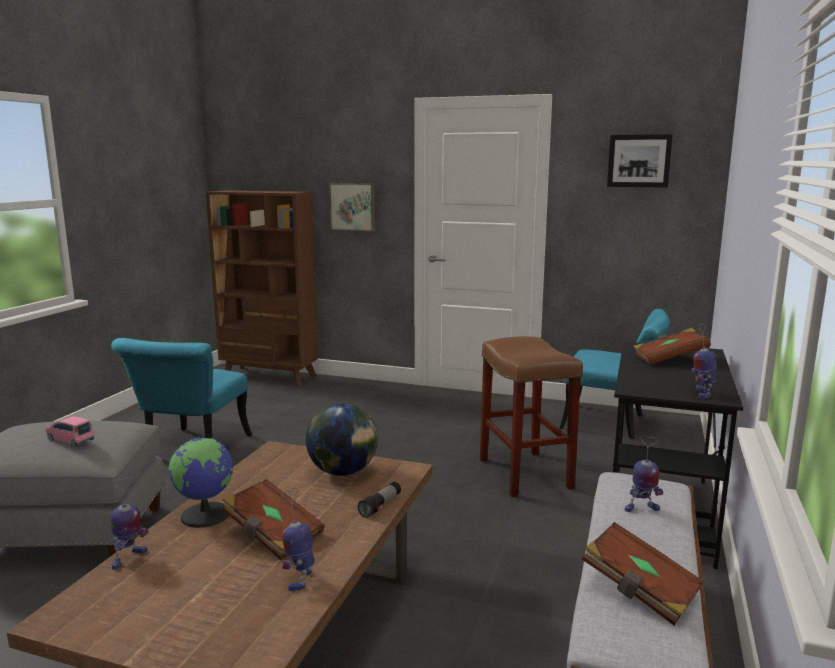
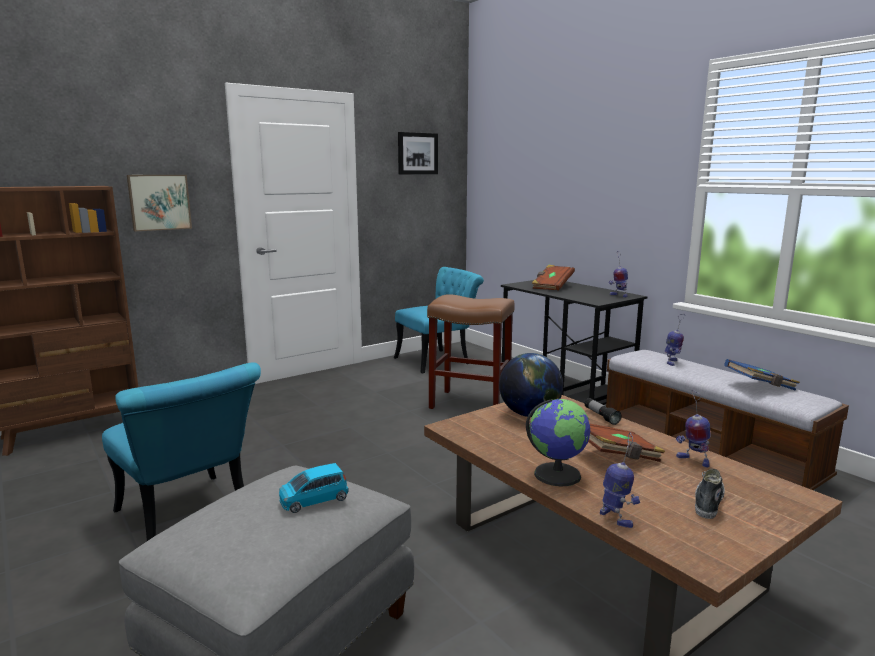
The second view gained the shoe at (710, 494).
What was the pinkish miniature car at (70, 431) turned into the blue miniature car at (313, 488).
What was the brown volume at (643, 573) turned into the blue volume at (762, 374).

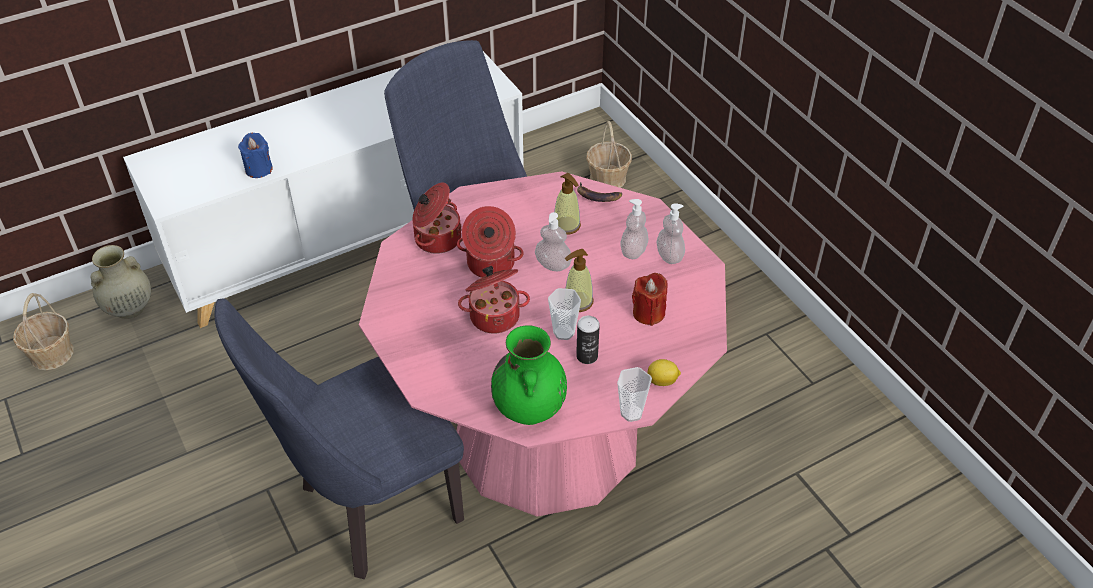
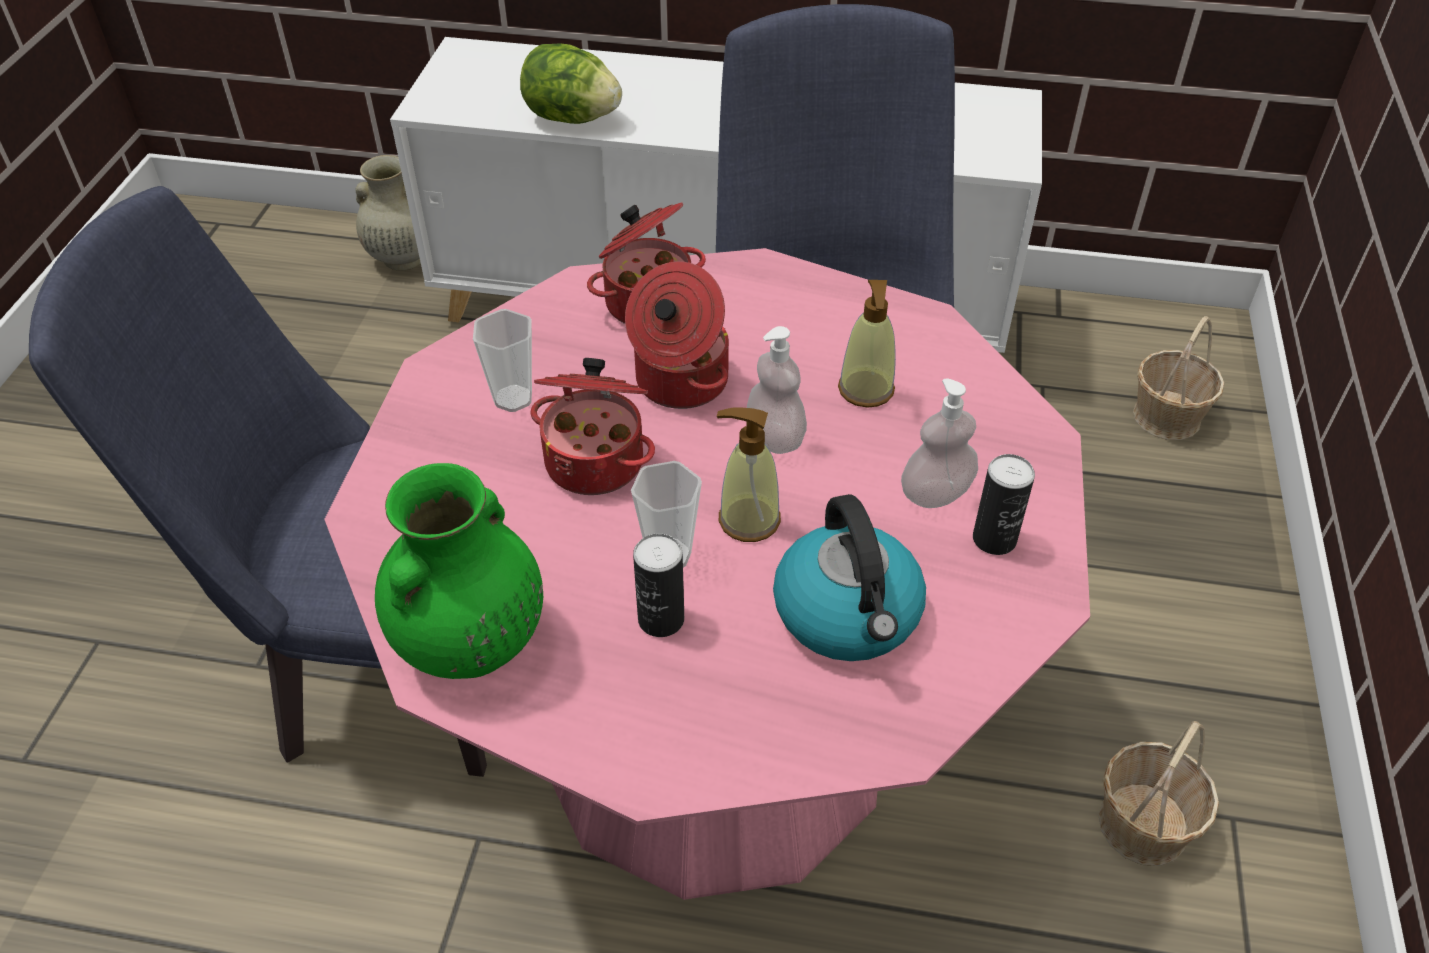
The second view lost the banana fruit at (599, 192).
The second view lost the citrus fruit at (664, 372).
The household basket ended up elsewhere, having gone from (43, 331) to (1158, 793).
The small cup ended up elsewhere, having gone from (634, 394) to (502, 360).
Where the blue candle stood at (255, 155), the head of lettuce came to stand at (571, 83).
Where the red candle stood at (650, 299), the kettle came to stand at (849, 577).
Where the soap dispenser stood at (671, 233), the can came to stand at (1004, 504).

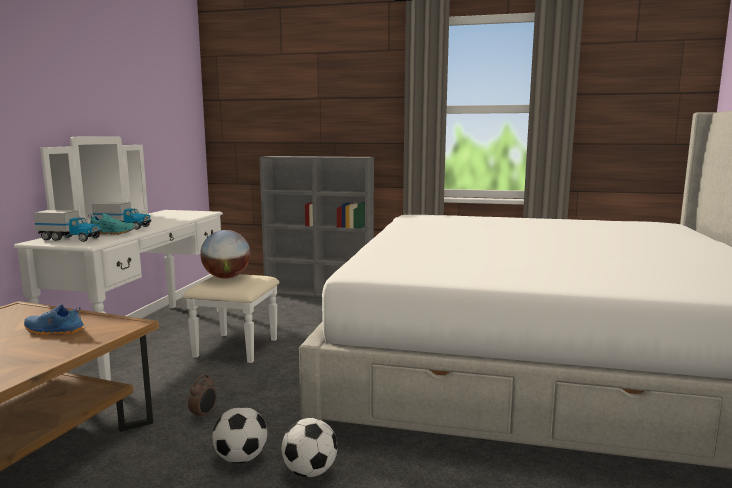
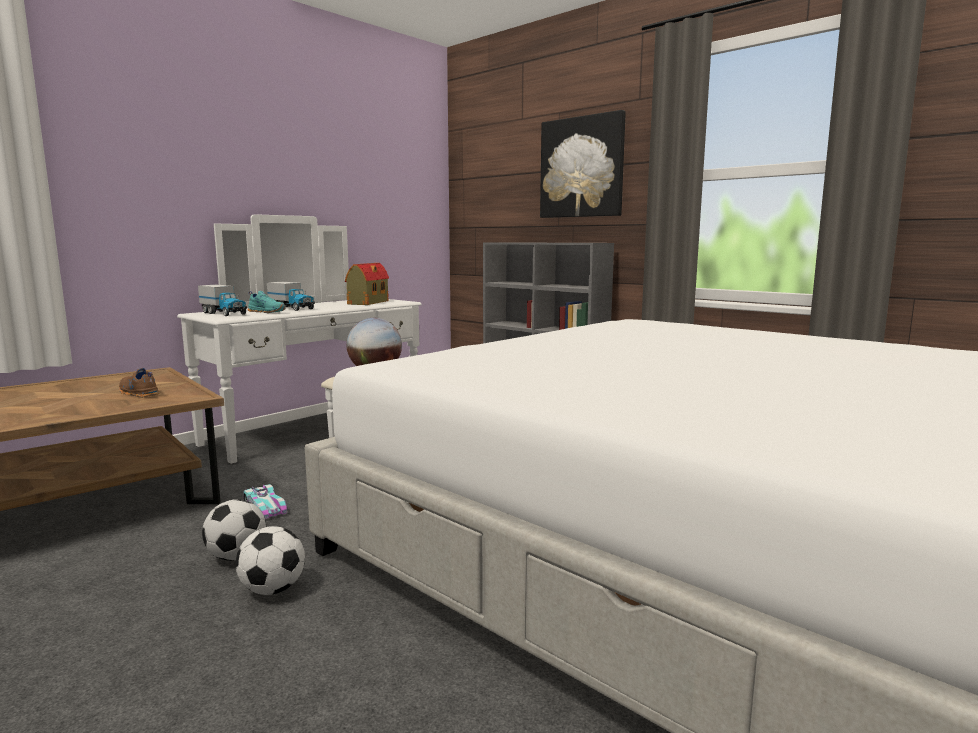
The second view gained the toy house at (367, 284).
The second view gained the picture at (583, 164).
Where the bedside clock stood at (202, 397), the miniature car came to stand at (265, 501).
What was the blue shoe at (54, 319) turned into the brown shoe at (139, 383).

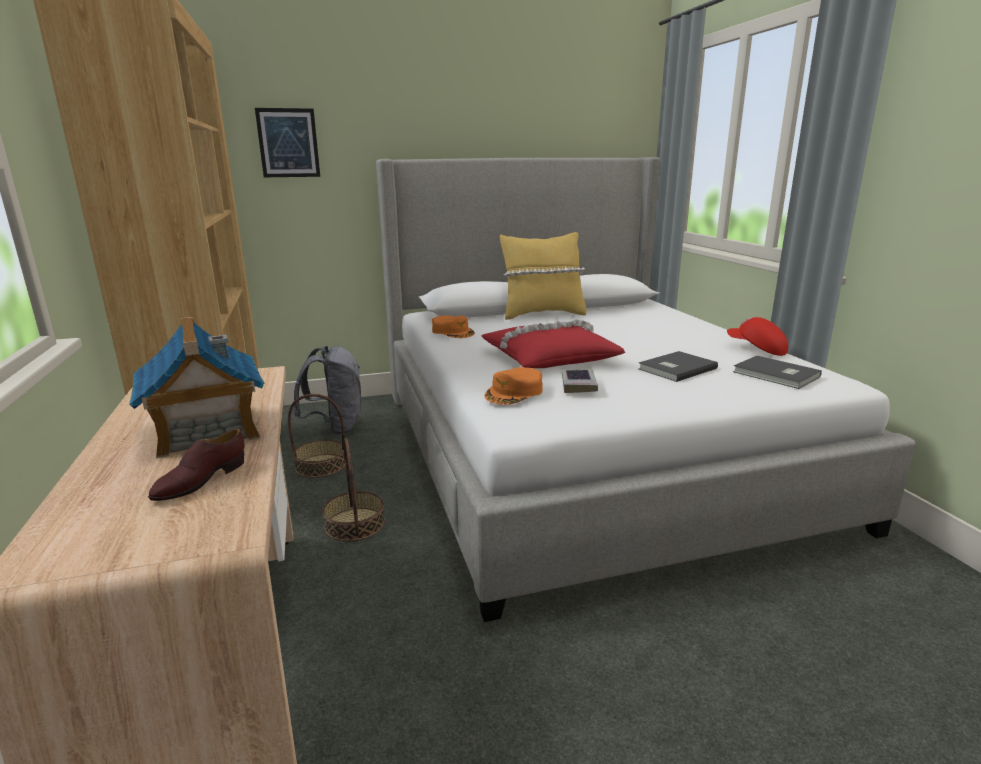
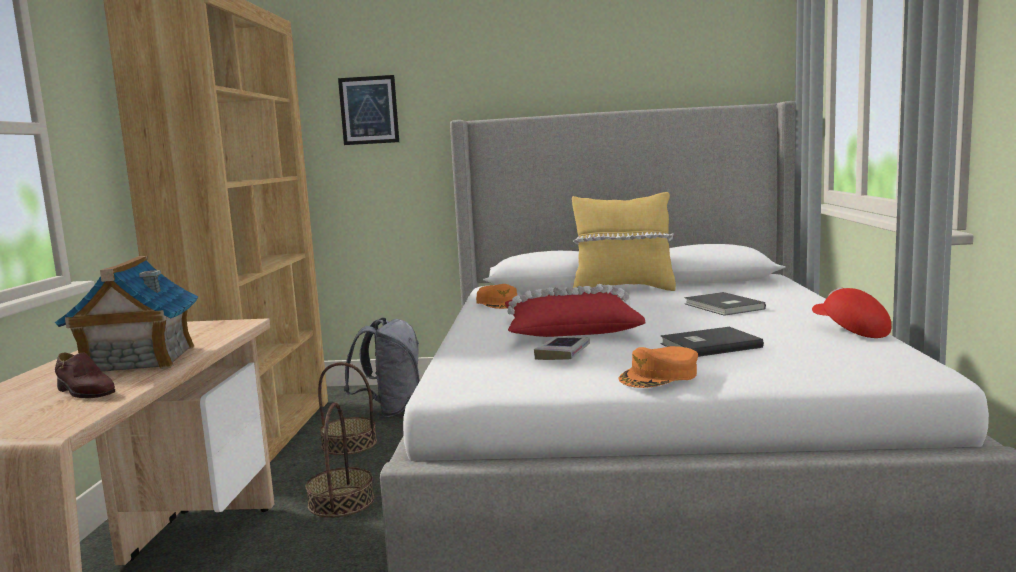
The orangey peaked cap ended up elsewhere, having gone from (513, 386) to (658, 367).
The gray volume ended up elsewhere, having gone from (777, 372) to (725, 304).
The brown shoe at (196, 465) ended up facing another way, 105 degrees counterclockwise from before.

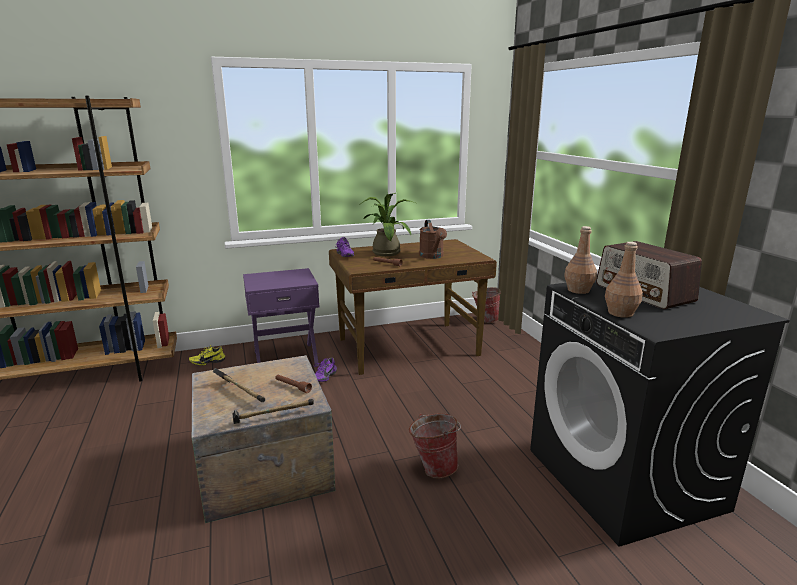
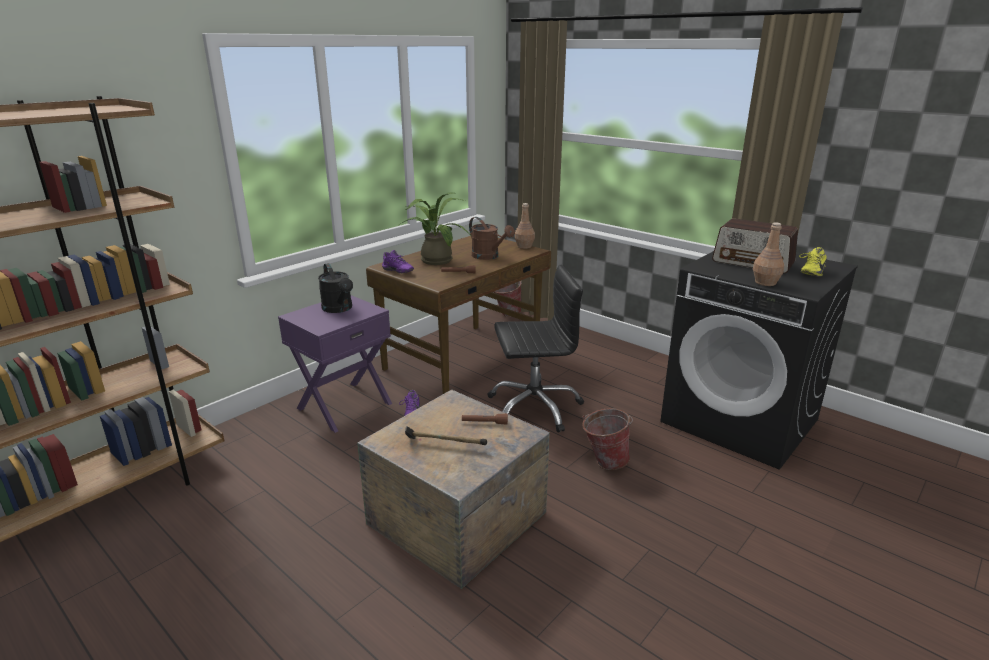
The second view lost the tool hammer at (273, 411).
The second view gained the black-coloured sprinkling can at (335, 288).
The second view gained the black-coloured desk chair at (535, 349).
The yellowish shoe ended up elsewhere, having gone from (207, 355) to (813, 262).
The brown bottle ended up elsewhere, having gone from (580, 260) to (525, 226).

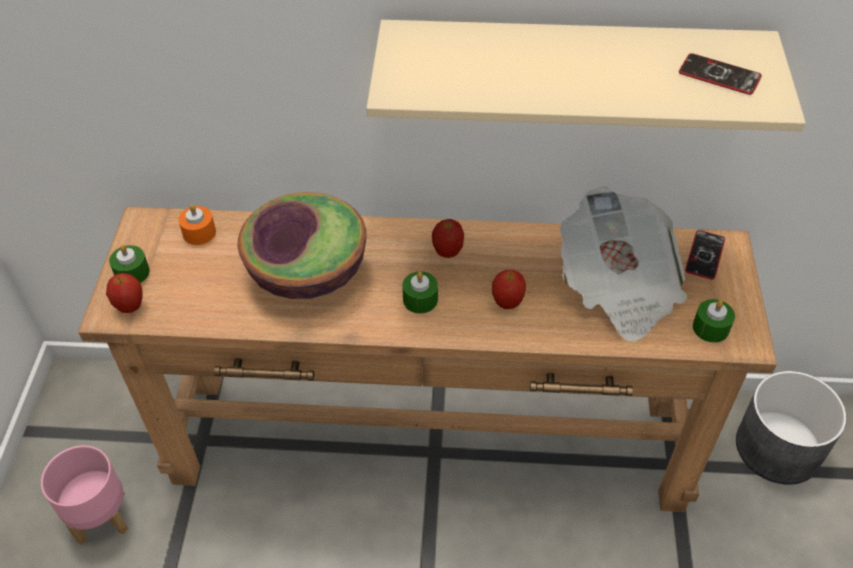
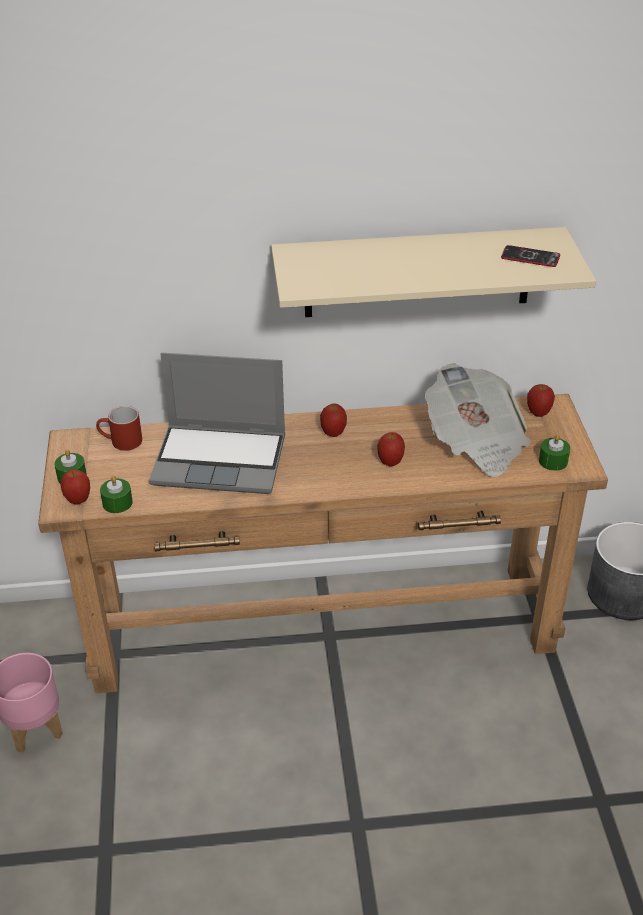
The green candle ended up elsewhere, having gone from (420, 293) to (116, 494).
Where the orangey candle stood at (197, 225), the red tea mug came to stand at (119, 428).
Where the deep dish stood at (302, 245), the laptop came to stand at (217, 423).
Where the phone stood at (705, 255), the whole apple came to stand at (541, 400).

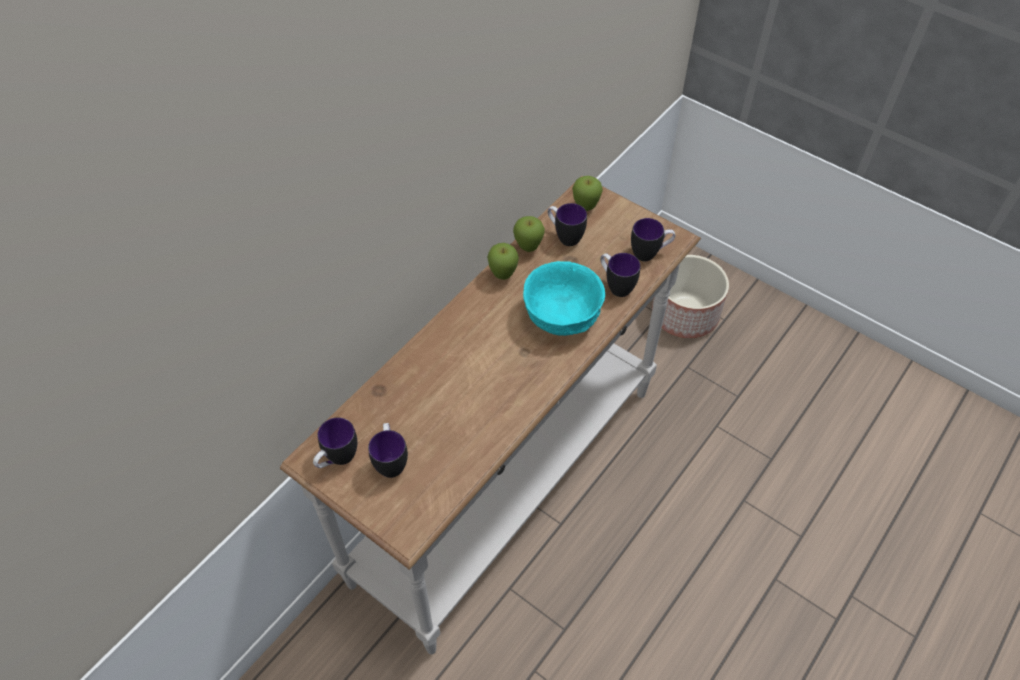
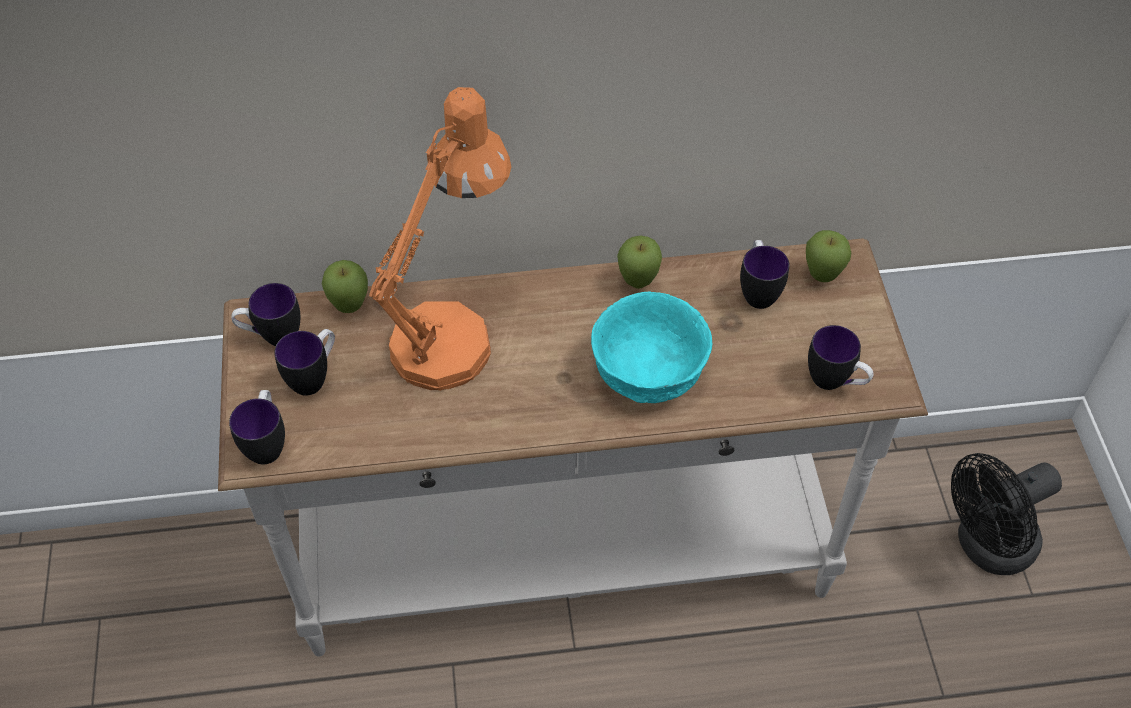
The second view gained the orangey lamp for a table at (440, 239).
The whole apple ended up elsewhere, having gone from (529, 234) to (345, 286).
The tea mug ended up elsewhere, having gone from (620, 275) to (257, 427).
Where the flower pot stood at (690, 296), the black-coloured fan came to stand at (1006, 514).

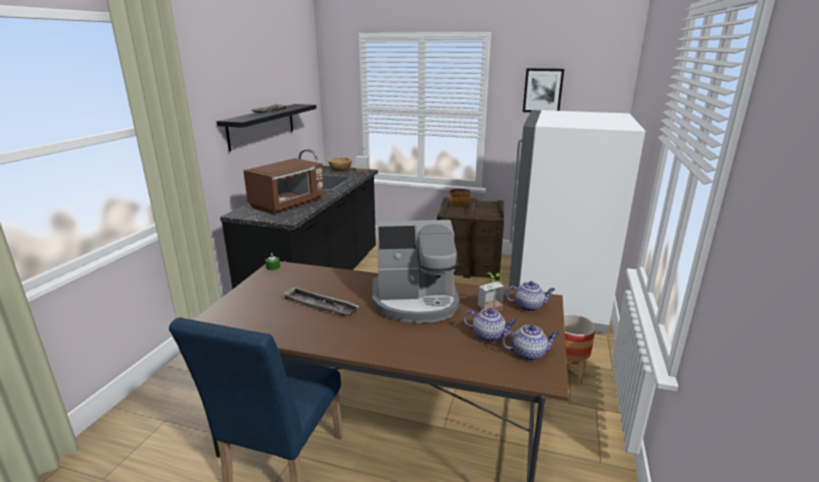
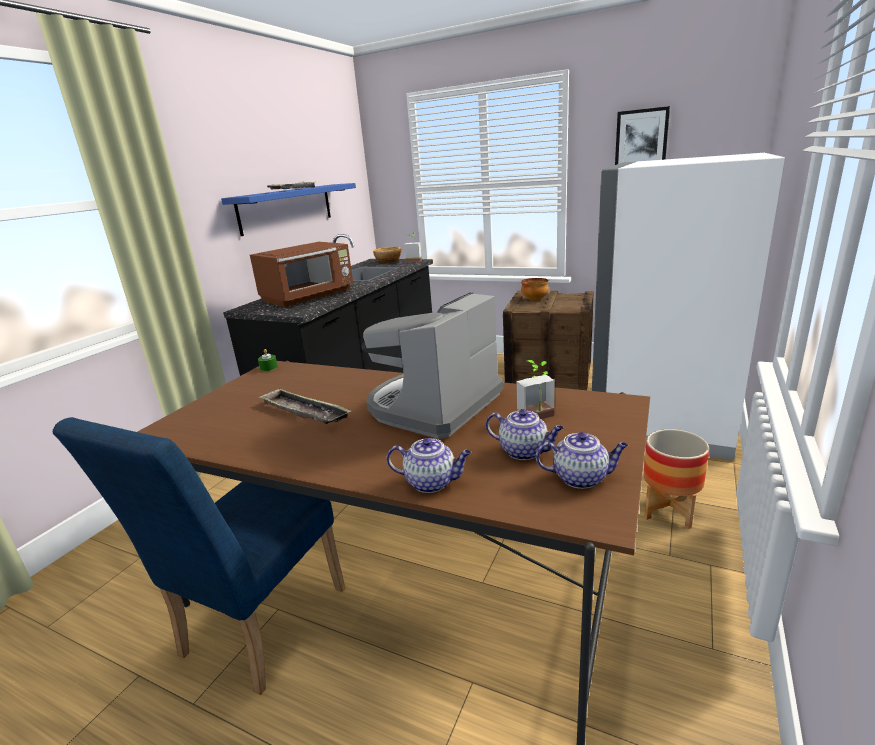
The tea pot ended up elsewhere, having gone from (530, 296) to (429, 465).
What was the black-coloured shelf at (266, 127) turned into the blue shelf at (288, 209).
The coffee maker at (415, 271) ended up facing another way, 120 degrees clockwise from before.

